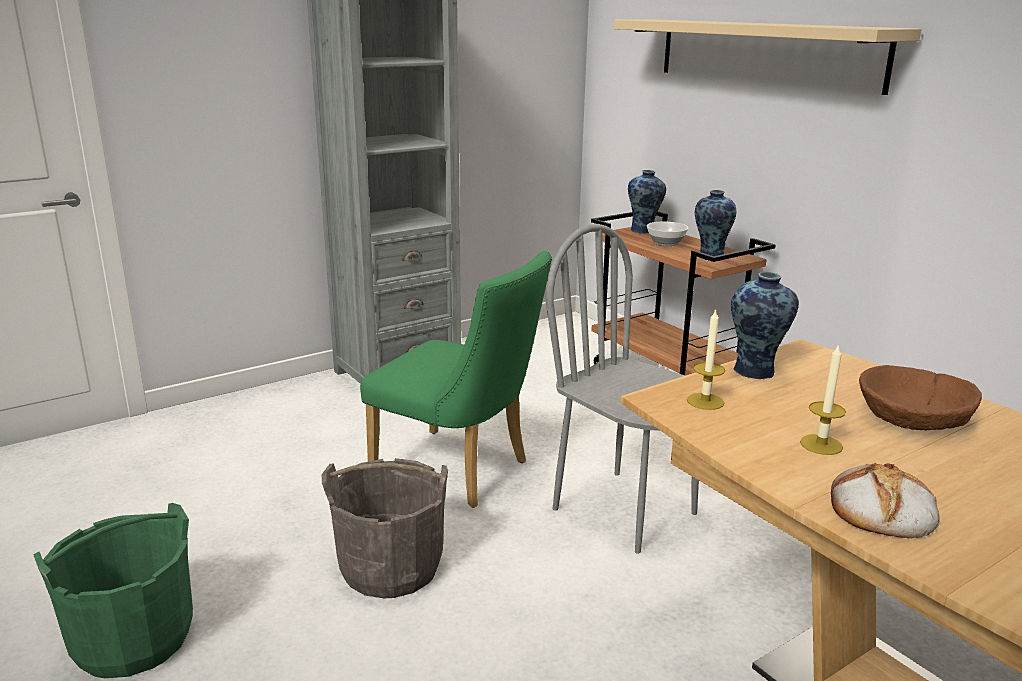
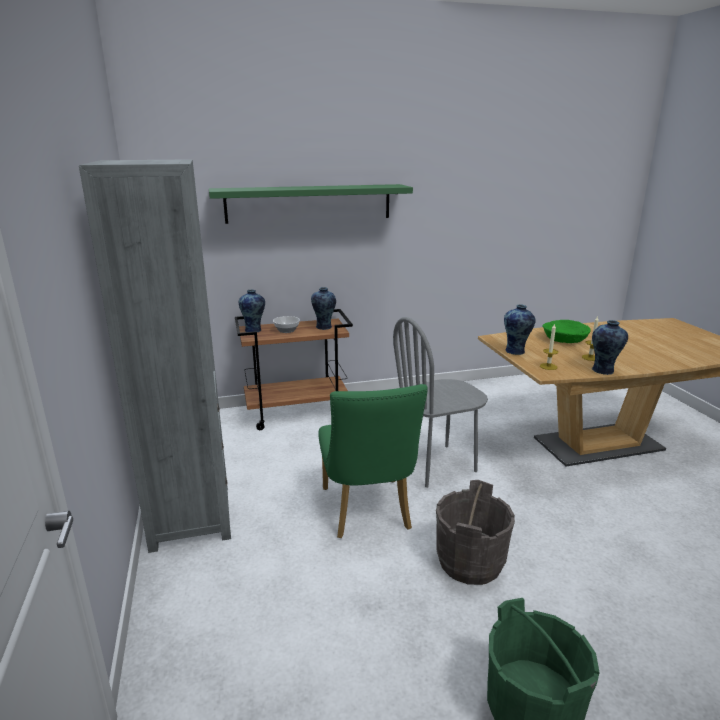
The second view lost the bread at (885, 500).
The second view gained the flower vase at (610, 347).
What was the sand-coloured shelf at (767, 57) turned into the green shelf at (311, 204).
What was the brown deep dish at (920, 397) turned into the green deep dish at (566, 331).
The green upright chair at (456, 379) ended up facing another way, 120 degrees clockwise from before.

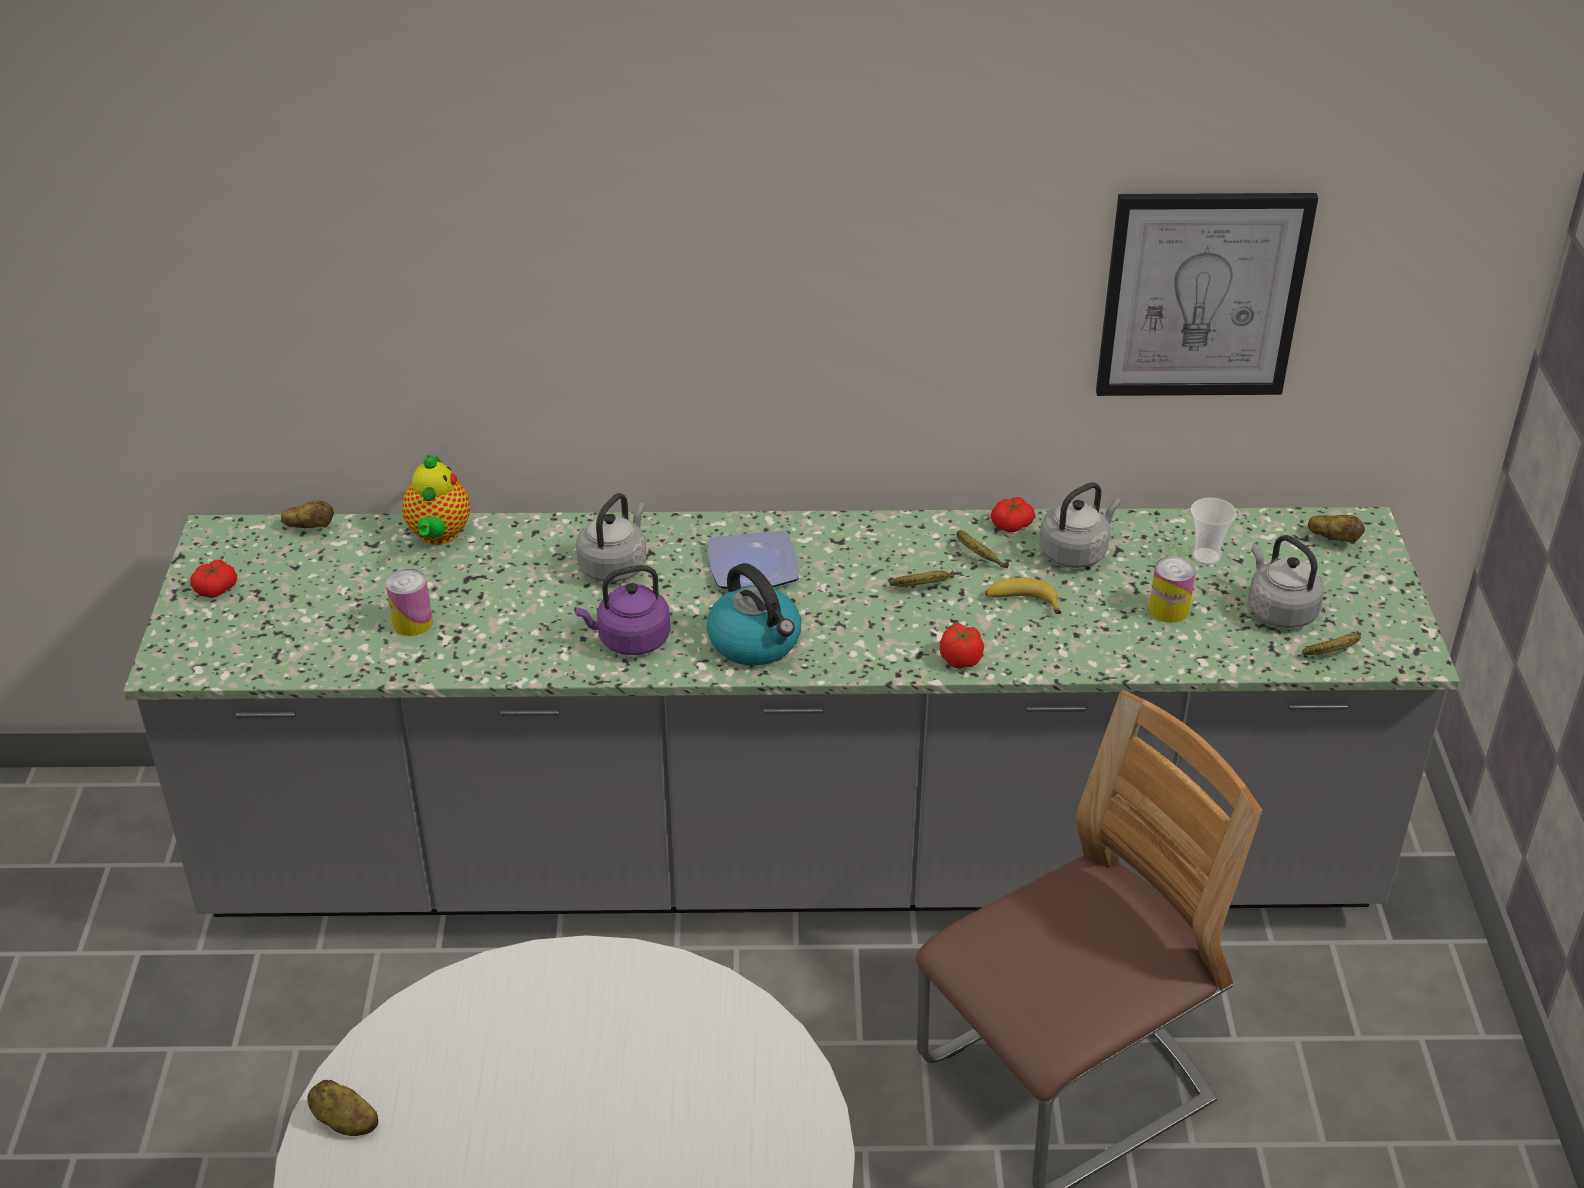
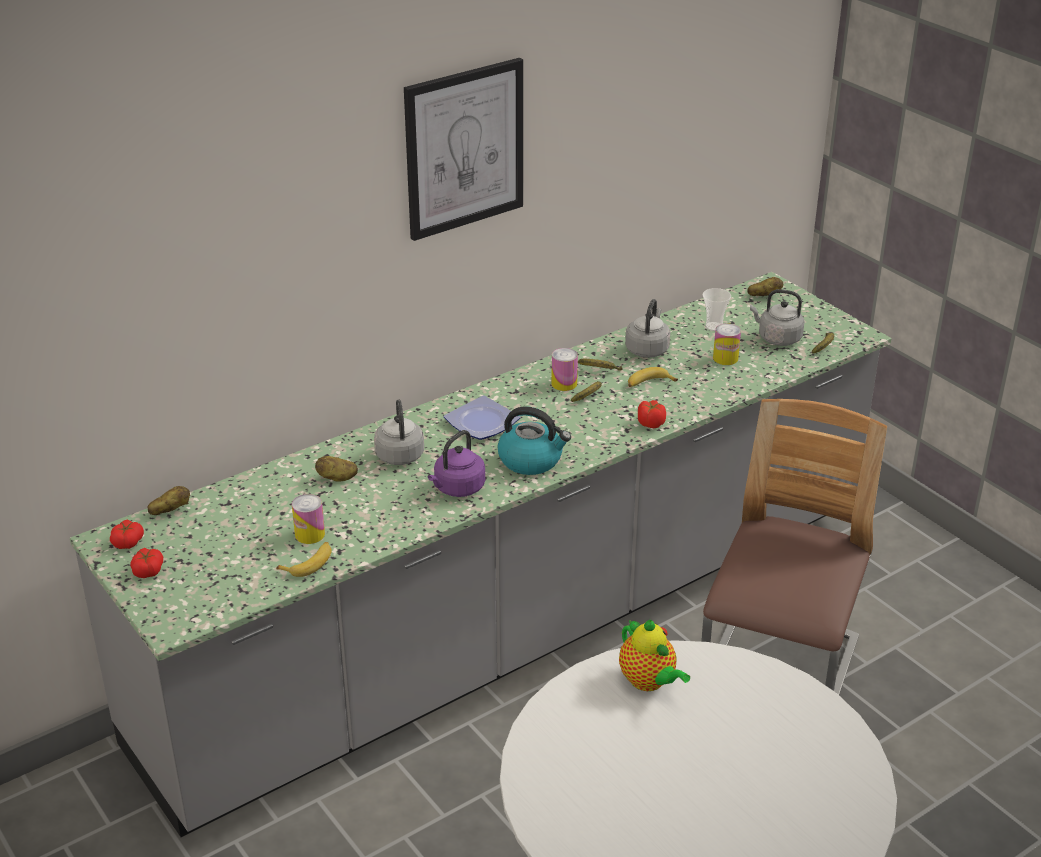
The second view gained the banana fruit at (304, 559).
The second view gained the can at (564, 369).
The potato ended up elsewhere, having gone from (342, 1108) to (336, 469).
The tea pot ended up elsewhere, having gone from (436, 500) to (654, 655).
The tomato ended up elsewhere, having gone from (1013, 514) to (127, 534).
The picture ended up elsewhere, having gone from (1207, 294) to (463, 149).

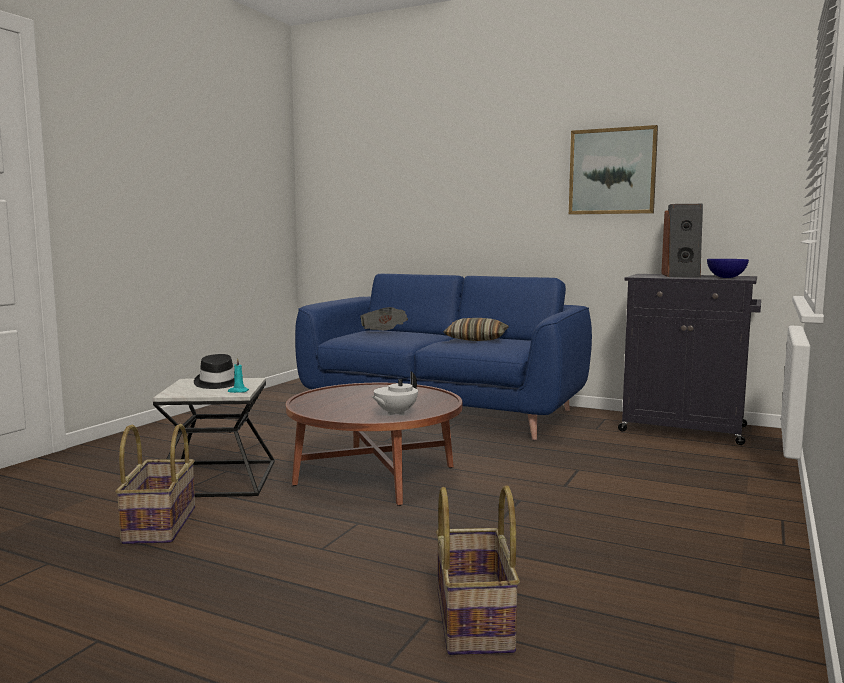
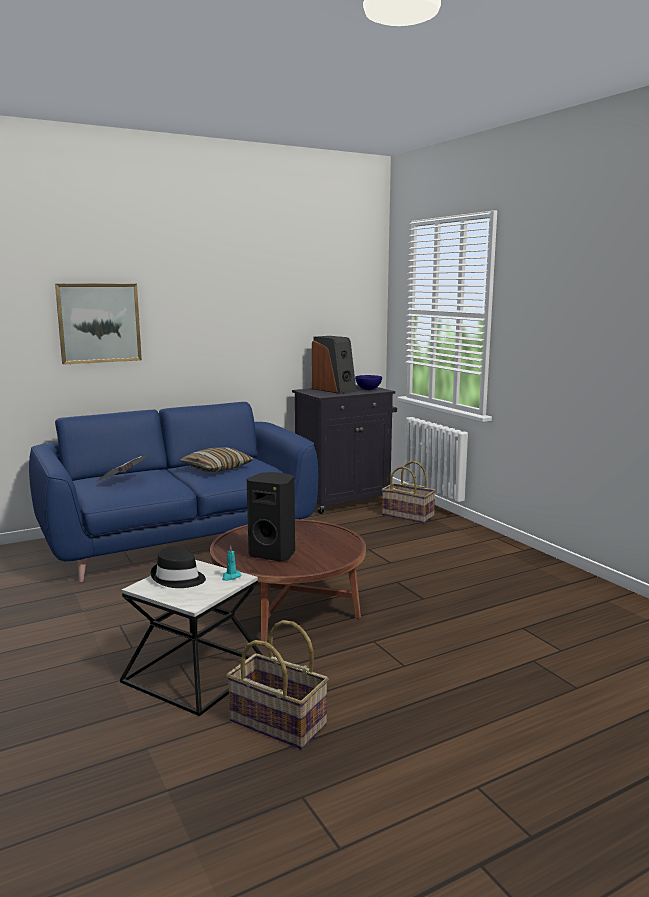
The second view lost the whitish tea pot at (395, 394).
The second view gained the black-coloured audio speaker at (271, 517).
The household basket ended up elsewhere, having gone from (478, 570) to (409, 492).
The picture ended up elsewhere, having gone from (613, 170) to (98, 324).

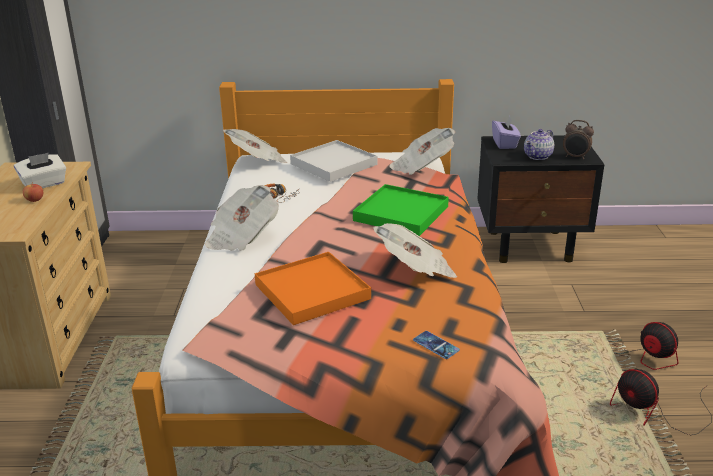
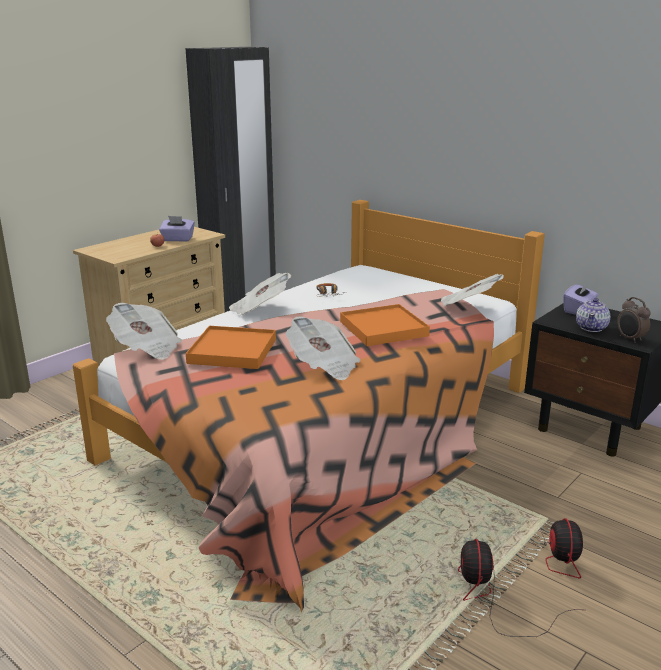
The second view lost the whitish tray at (333, 161).
The second view lost the phone at (436, 345).
The newspaper ended up elsewhere, having gone from (255, 146) to (144, 331).
What was the whitish tissue holder at (40, 170) turned into the purple tissue holder at (177, 229).
What was the green tray at (401, 210) turned into the orangey tray at (385, 325).
The tea pot at (539, 144) ended up facing another way, 60 degrees counterclockwise from before.

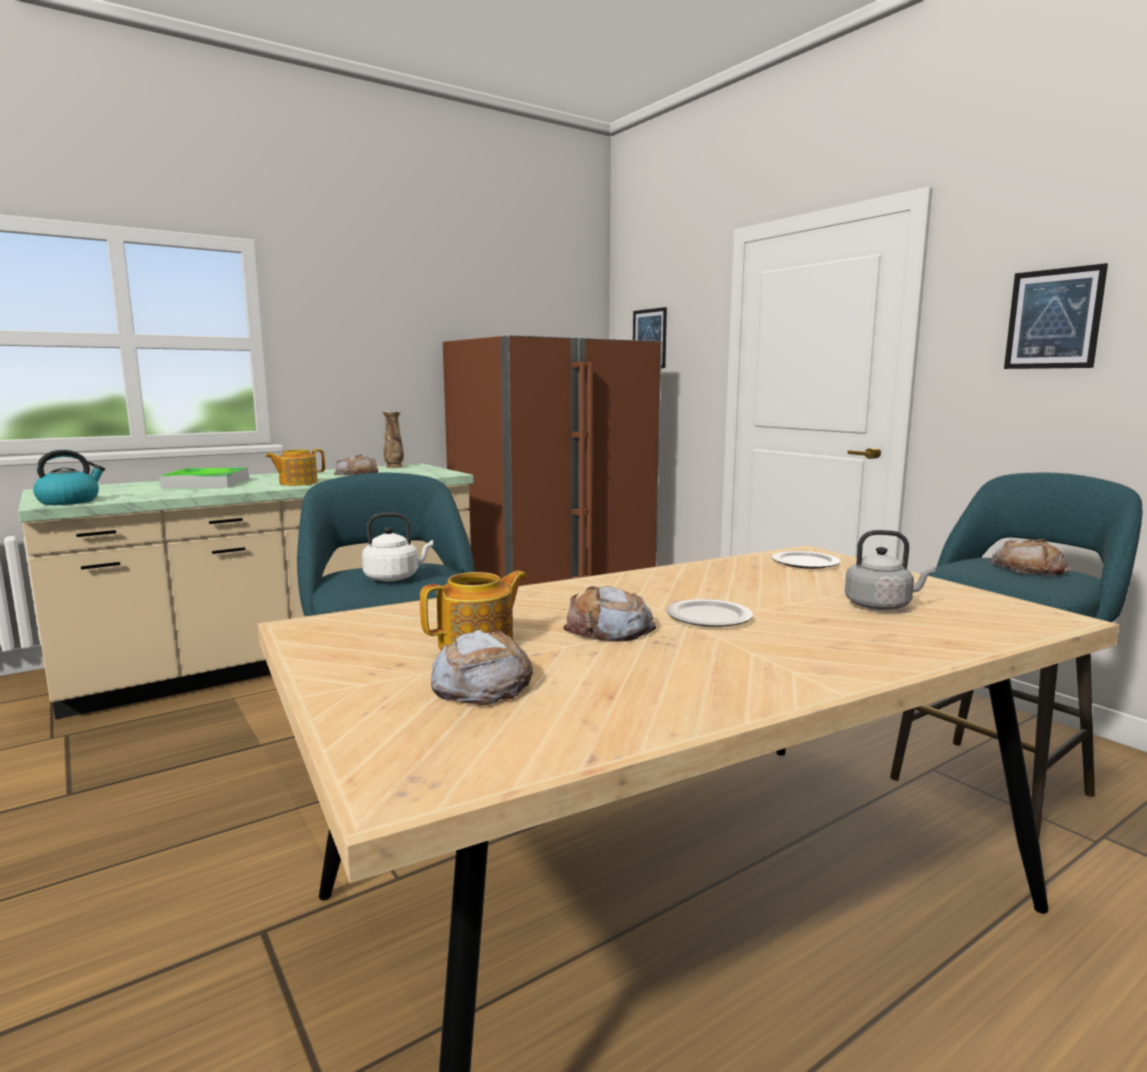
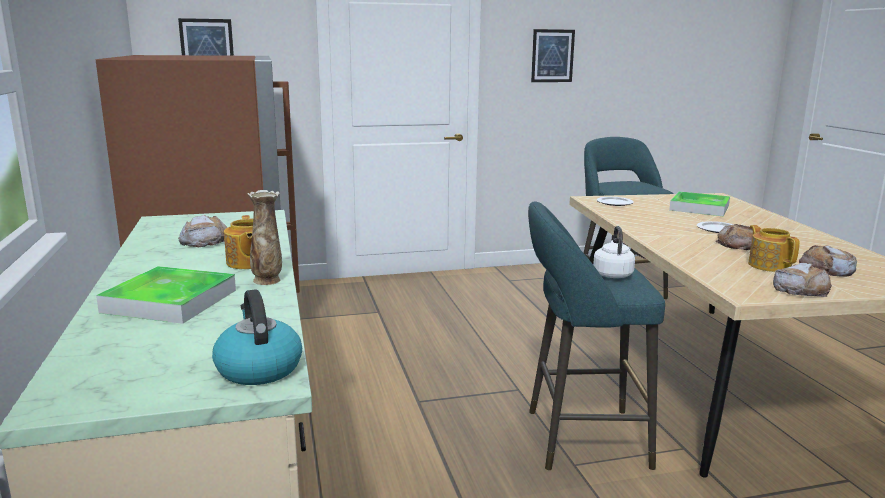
The flower vase ended up elsewhere, having gone from (393, 439) to (265, 237).
The bread ended up elsewhere, having gone from (1030, 557) to (802, 280).
Where the gray kettle stood at (890, 570), the tray came to stand at (699, 203).

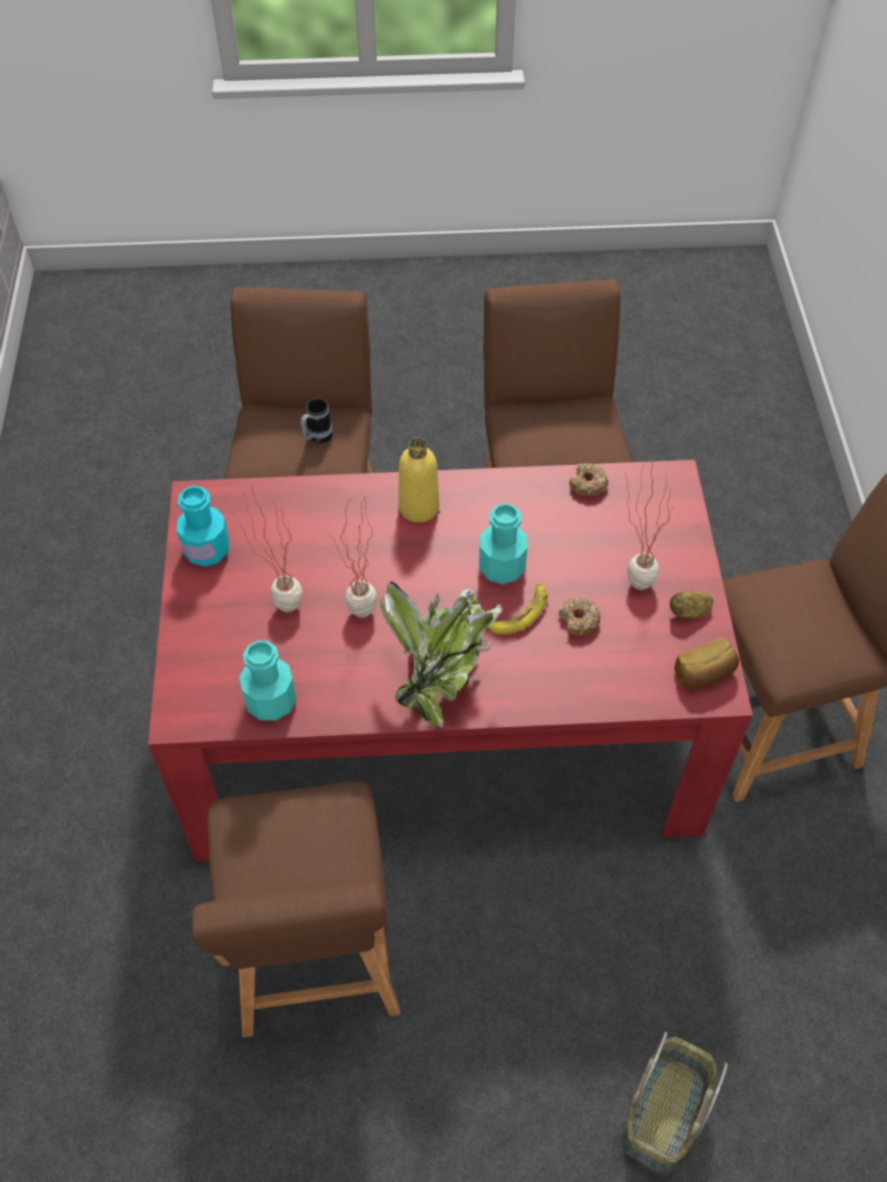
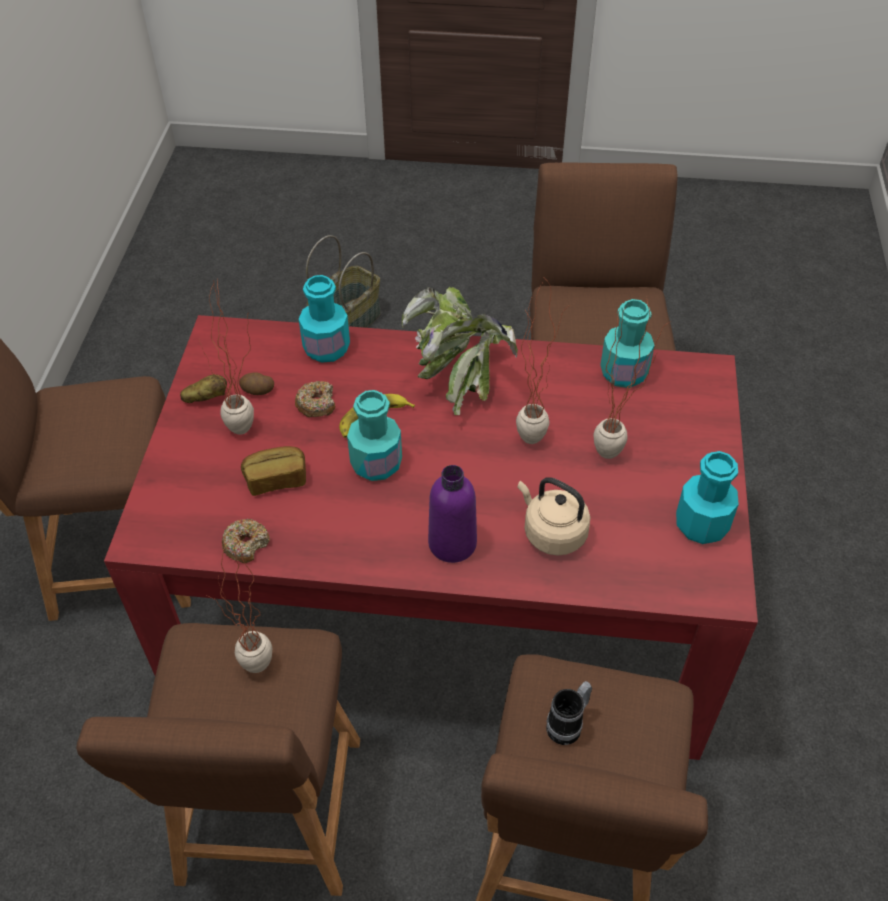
The second view gained the potted plant at (238, 605).
The second view gained the potato at (256, 383).
The second view gained the turquoise bottle at (324, 319).
The second view gained the sand-coloured kettle at (554, 516).
The bread ended up elsewhere, having gone from (706, 663) to (273, 471).
What was the yellowish bottle at (418, 479) turned into the purple bottle at (452, 514).

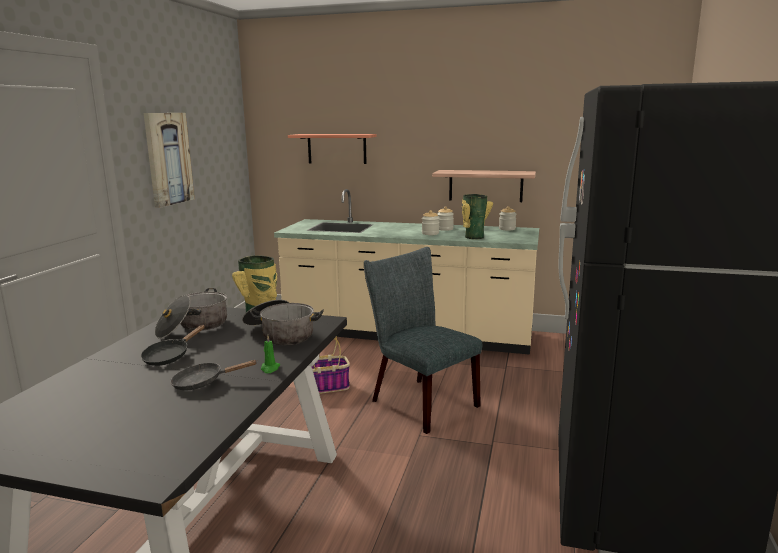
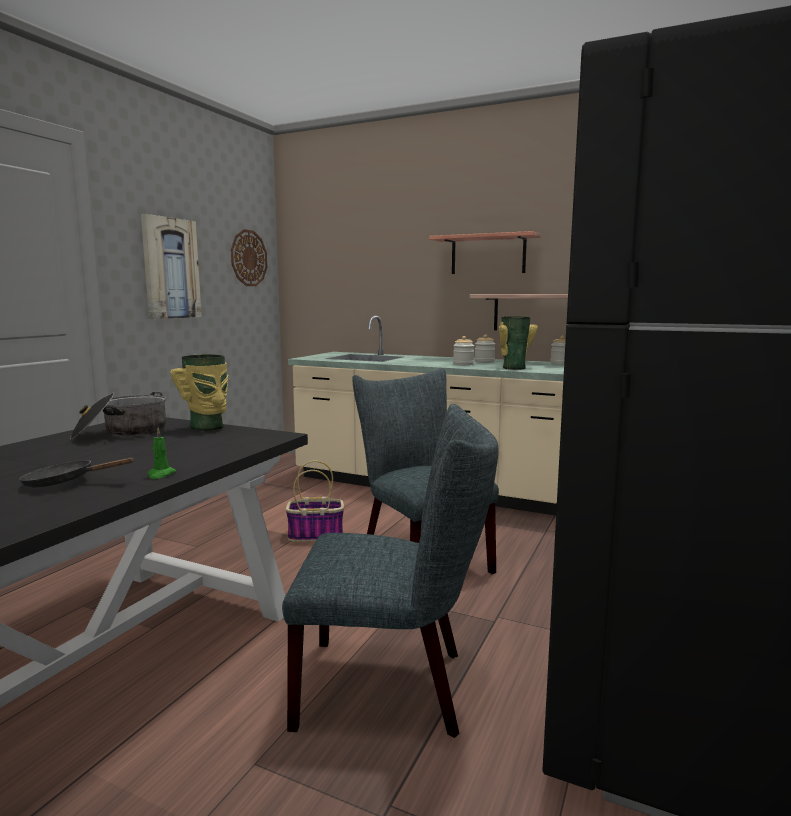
The second view lost the black-coloured pan at (173, 345).
The second view lost the stockpot at (283, 323).
The second view gained the clock on the wall at (249, 257).
The second view gained the gray upright chair at (390, 571).
The shelf ended up elsewhere, having gone from (332, 149) to (485, 252).

